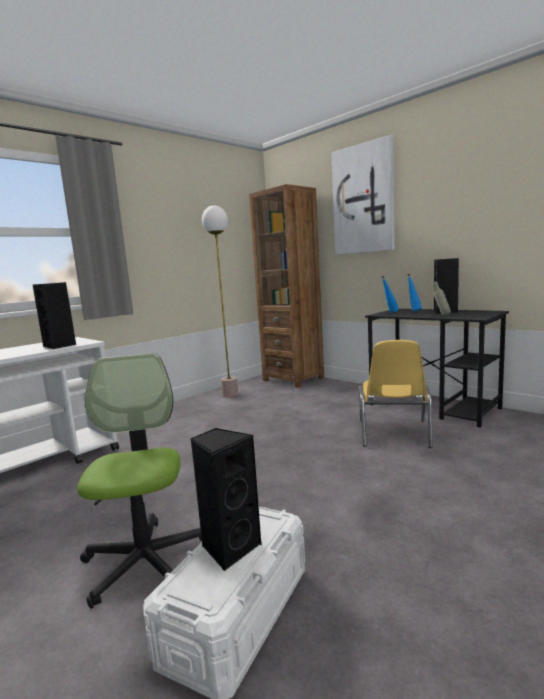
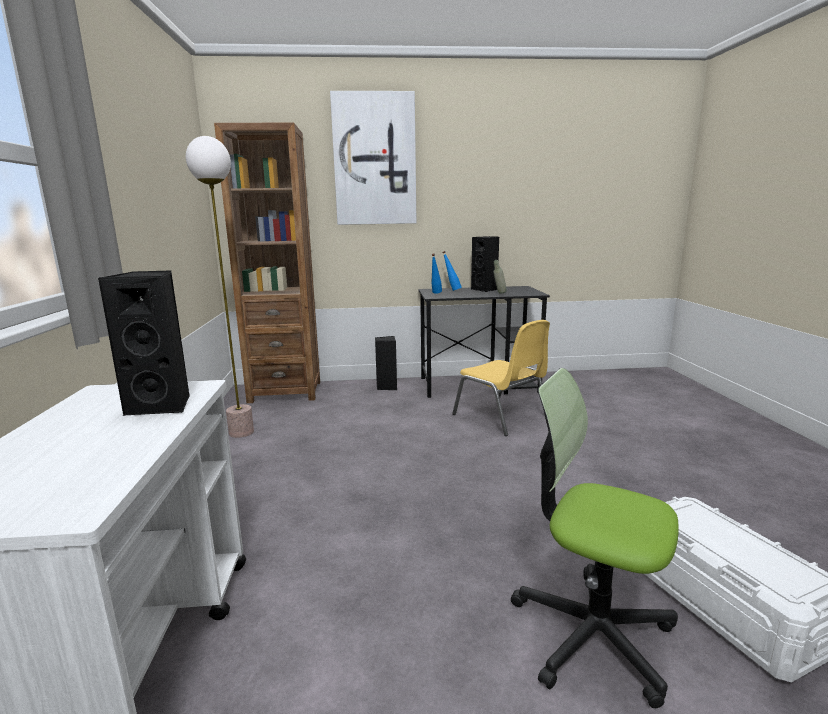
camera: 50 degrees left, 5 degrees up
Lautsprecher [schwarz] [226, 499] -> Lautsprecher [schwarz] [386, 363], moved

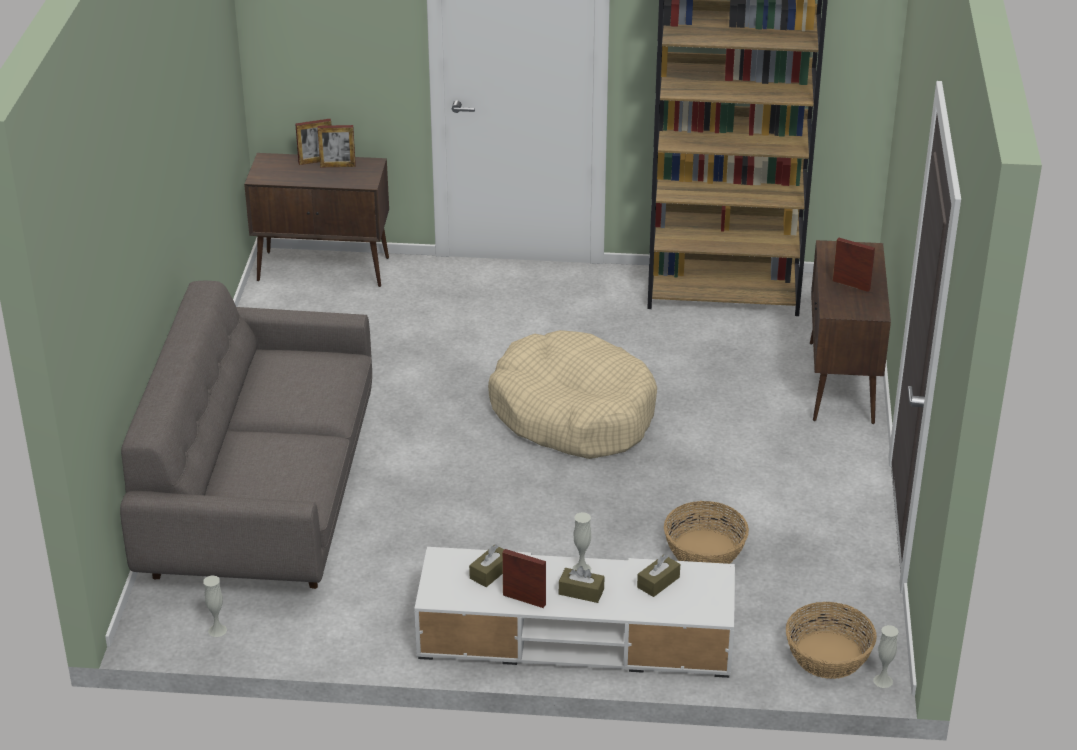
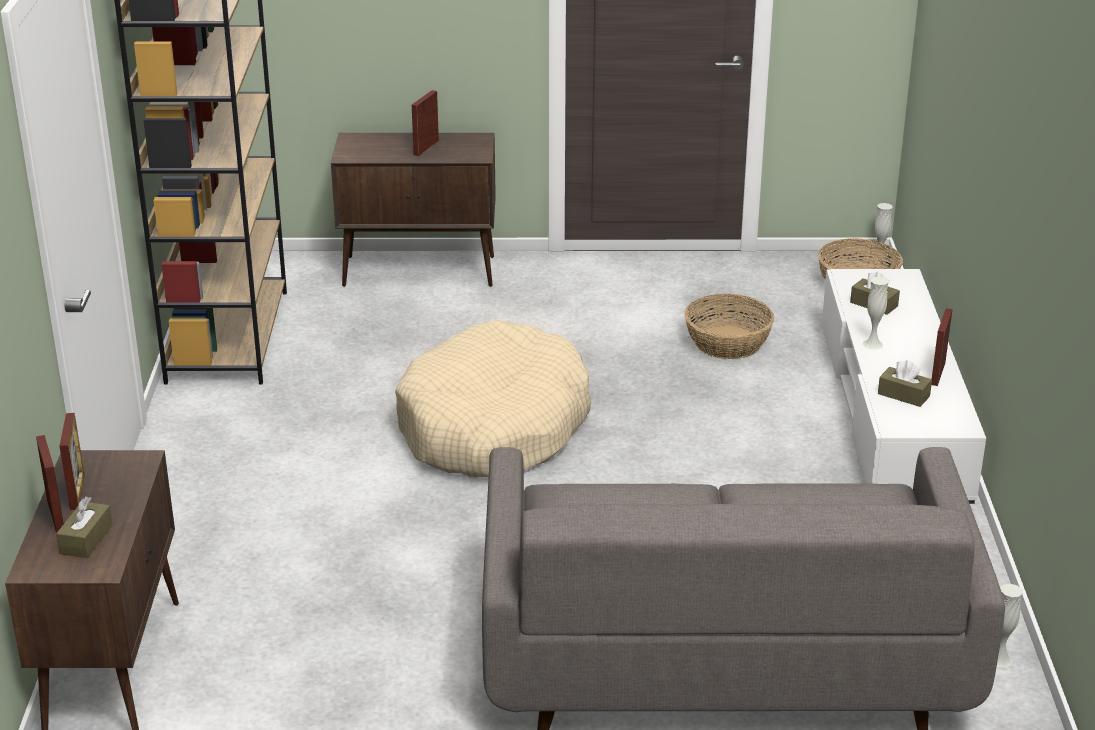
camera: 95 degrees left, 5 degrees down
Taschentuchbox [braun] [581, 584] -> Taschentuchbox [braun] [84, 527], moved

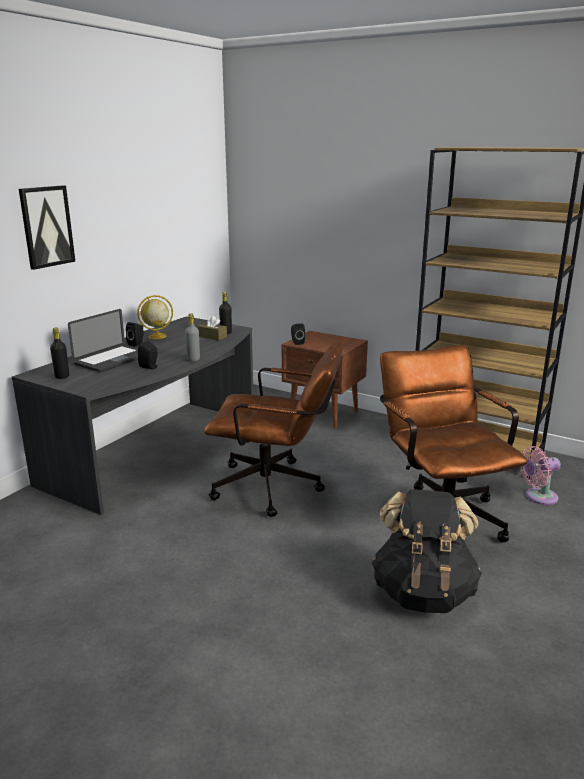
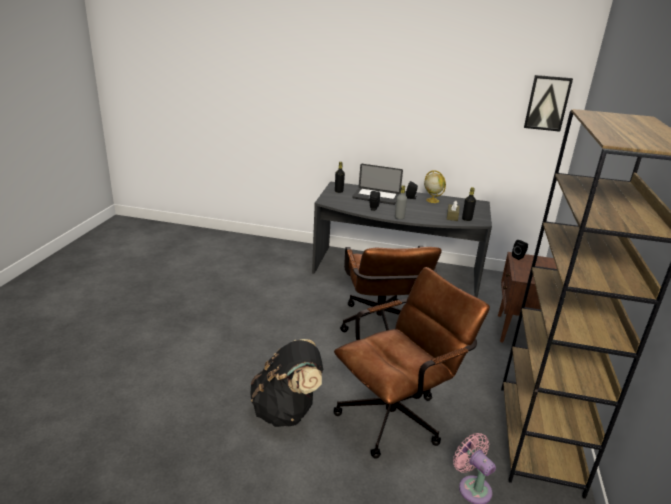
camera: 70 degrees right, 5 degrees up
Bild [47, 228] -> Bild [548, 103], moved

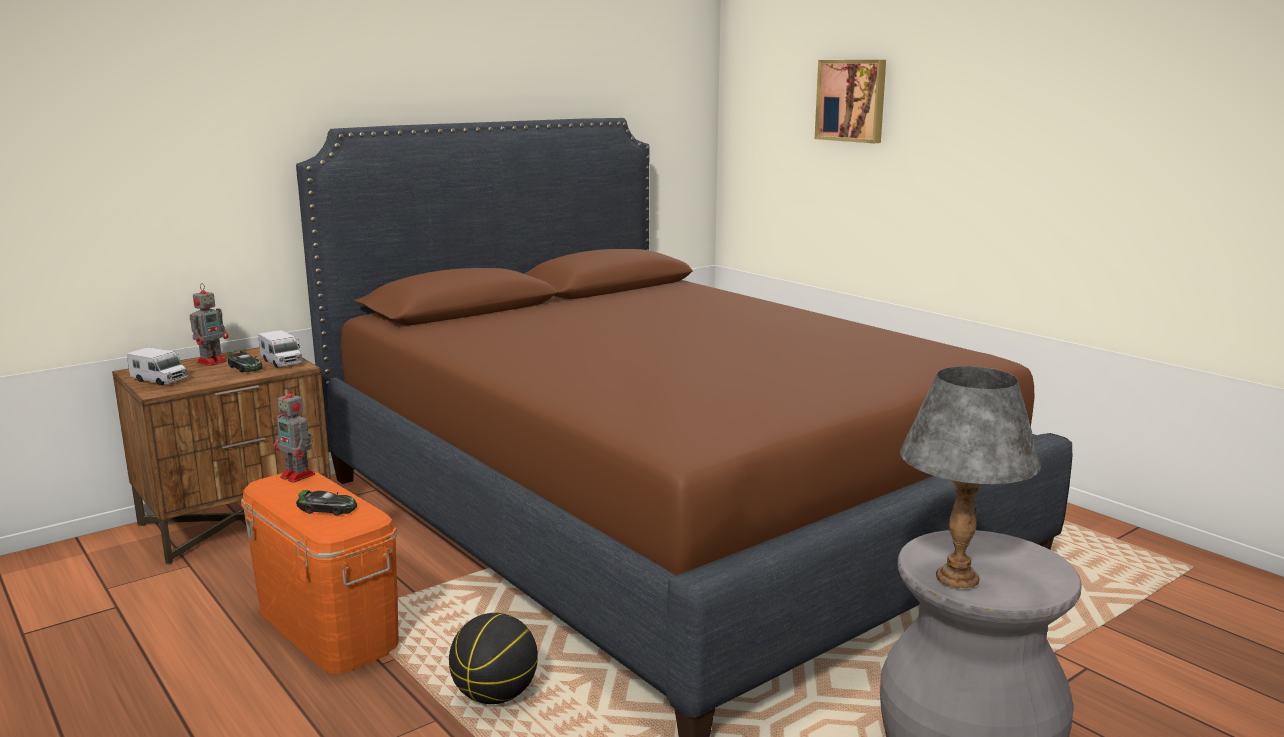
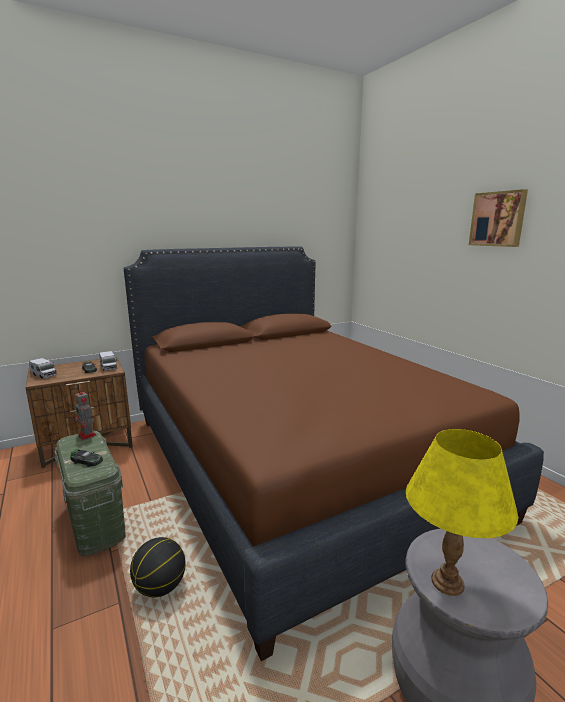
camera: 10 degrees right, 0 degrees up
Spielzeugroboter [209, 324] -> none
Bild [850, 101] -> Bild [498, 218], moved
Aufbewahrungsbox [orange] [320, 571] -> Aufbewahrungsbox [grün] [90, 493]
Tischlampe [grau] [970, 477] -> Tischlampe [gelb] [462, 512]

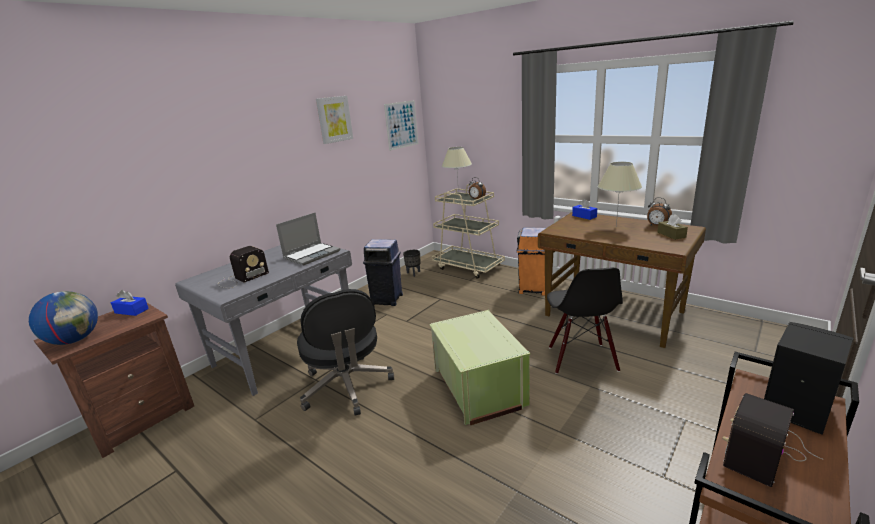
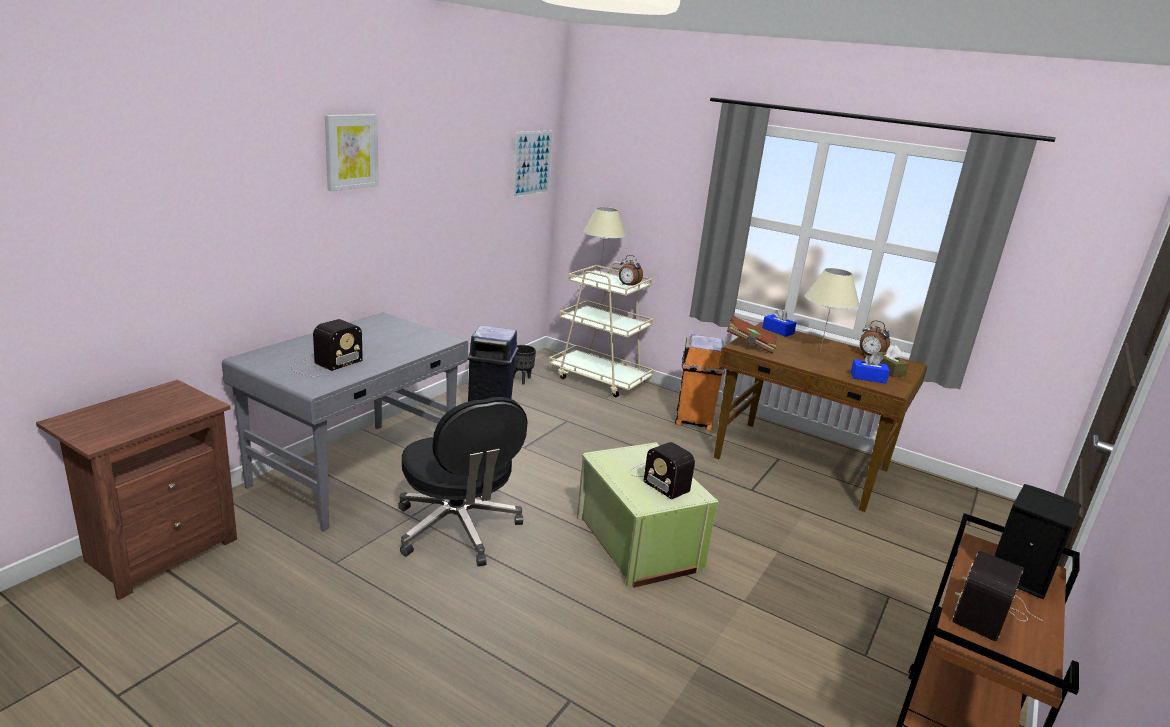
camera: 10 degrees left, 0 degrees up
Globus [63, 318] -> none
Laptop [308, 239] -> none
Stuhl [schwarz] [585, 321] -> none
none -> Radio [662, 471]
none -> Buch [braun] [752, 335]
Taschentuchbox [blau] [130, 303] -> Taschentuchbox [blau] [870, 368], moved
Bild [334, 120] -> Bild [352, 152], moved

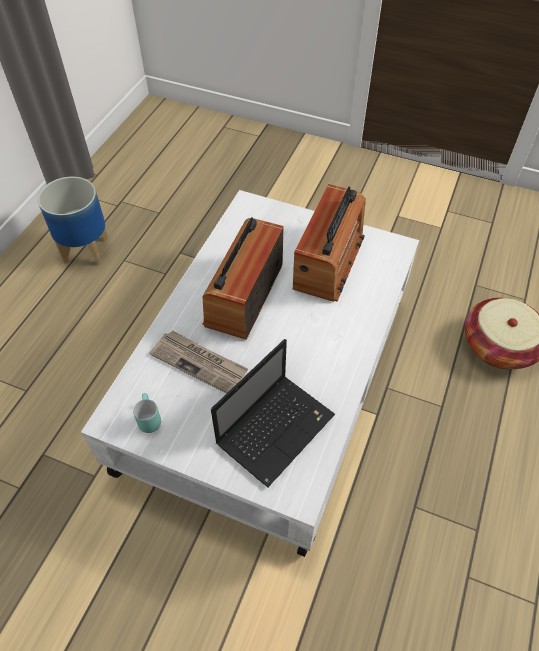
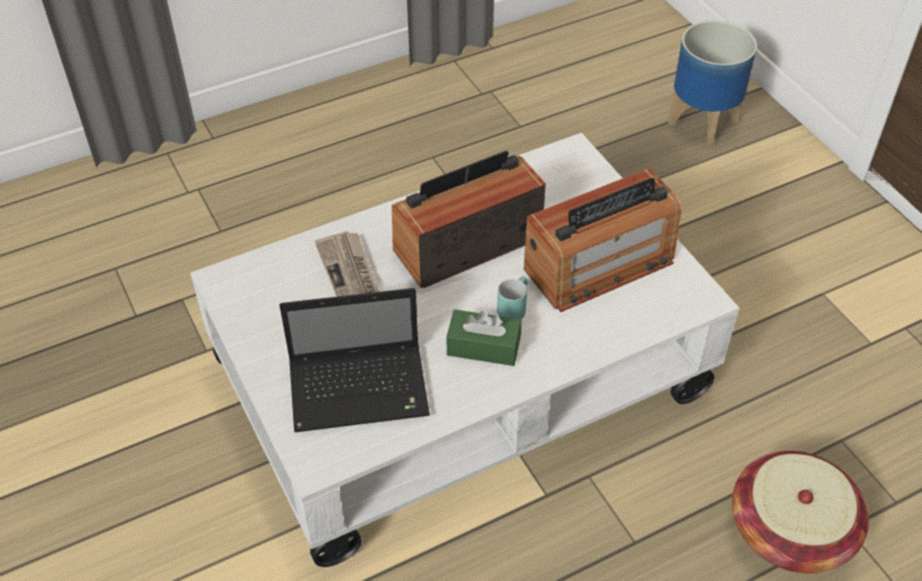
camera: 40 degrees right, 5 degrees down
none -> Taschentuchbox [grün] [484, 337]
Pflanzkübel [73, 221] -> Pflanzkübel [712, 82], moved
Henkelbecher [türkis] [147, 413] -> Henkelbecher [türkis] [512, 297], moved

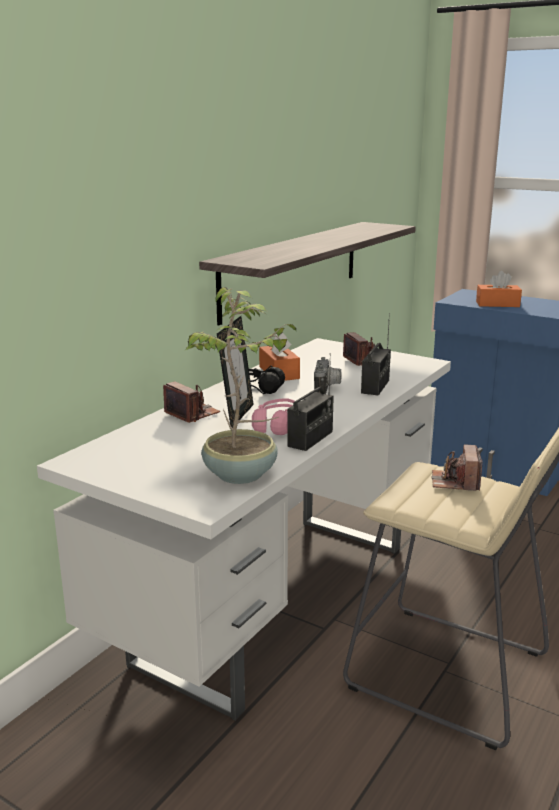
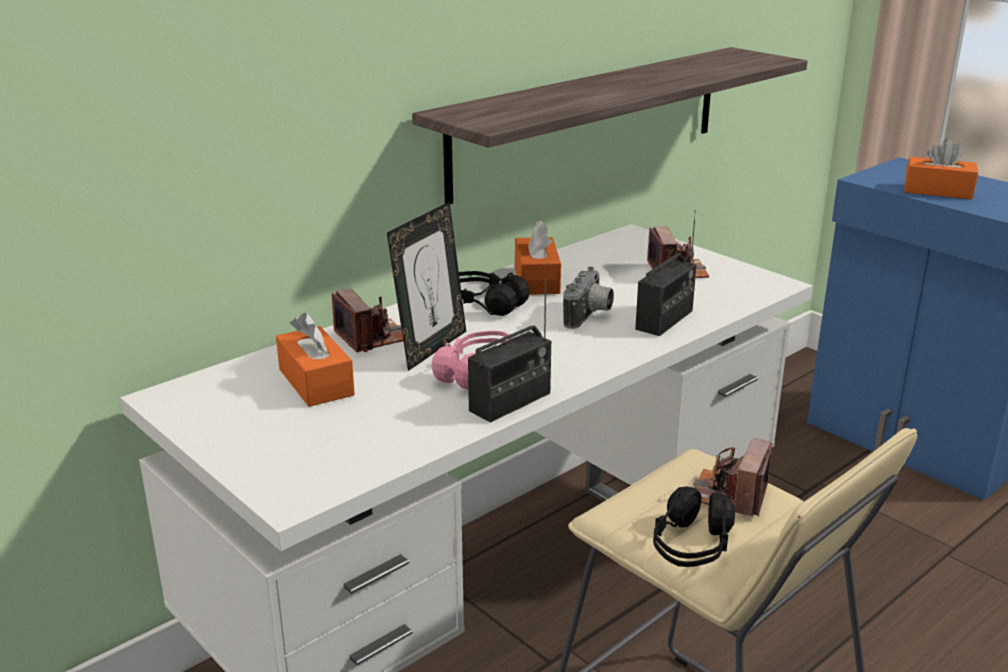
camera: 15 degrees right, 5 degrees up
Topfpflanze [241, 385] -> none
none -> Taschentuchbox [orange] [315, 360]
none -> Kopfhörer [schwarz] [694, 526]

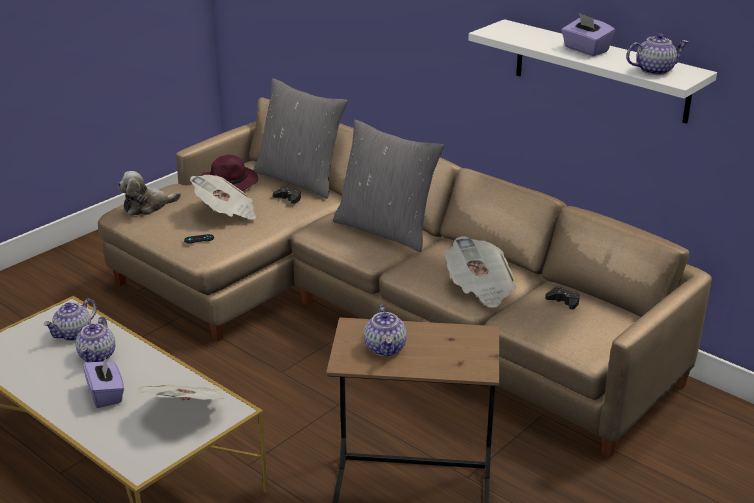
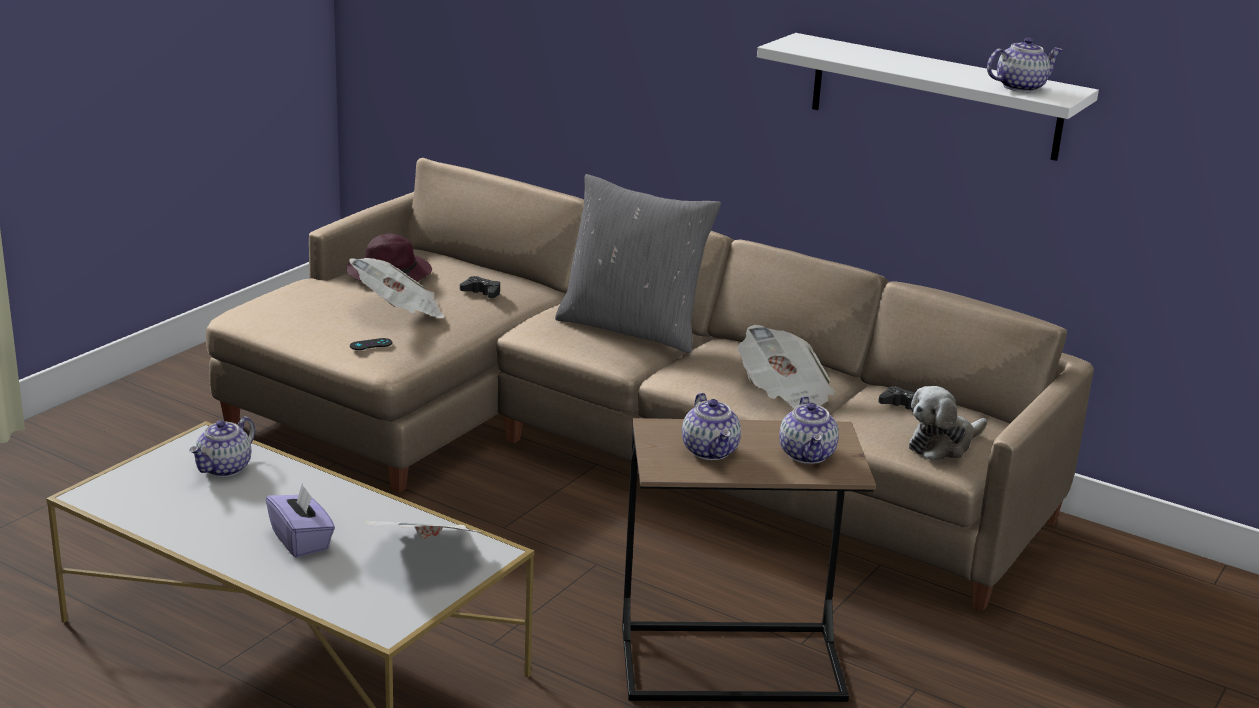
camera: 10 degrees left, 5 degrees down
Kissen [grau] [300, 138] -> none
Taschentuchbox [lila] [588, 34] -> none
Teekanne [95, 339] -> Teekanne [809, 430], moved
Plüschtier [149, 193] -> Plüschtier [948, 423], moved

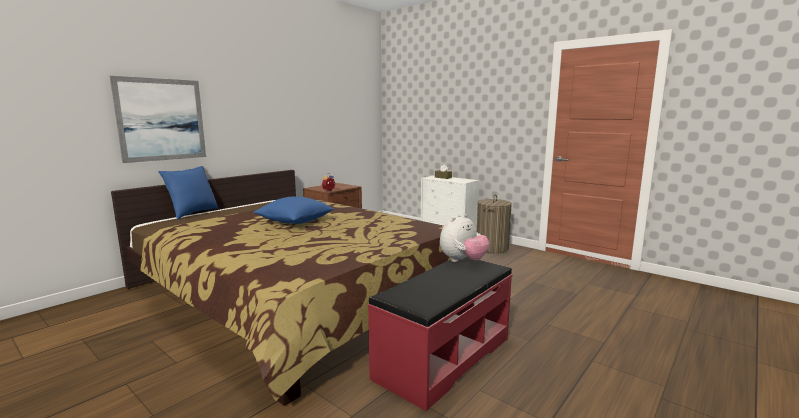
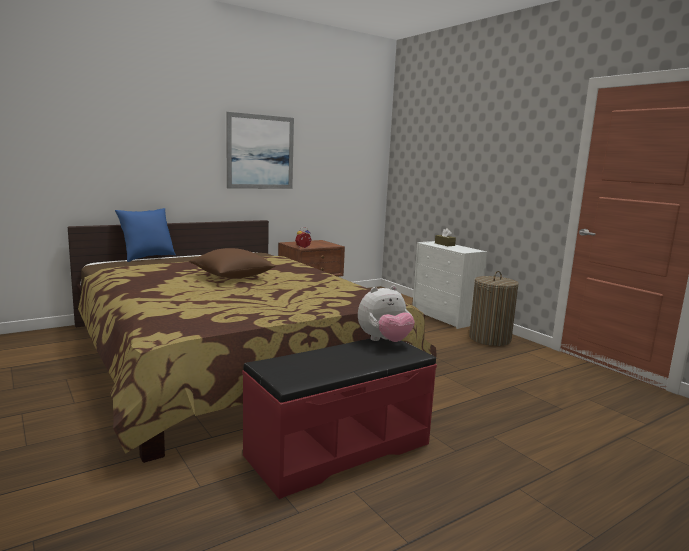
camera: 15 degrees right, 0 degrees up
Bild [158, 119] -> Bild [260, 150], moved
Kissen [blau] [293, 210] -> Kissen [braun] [232, 263]

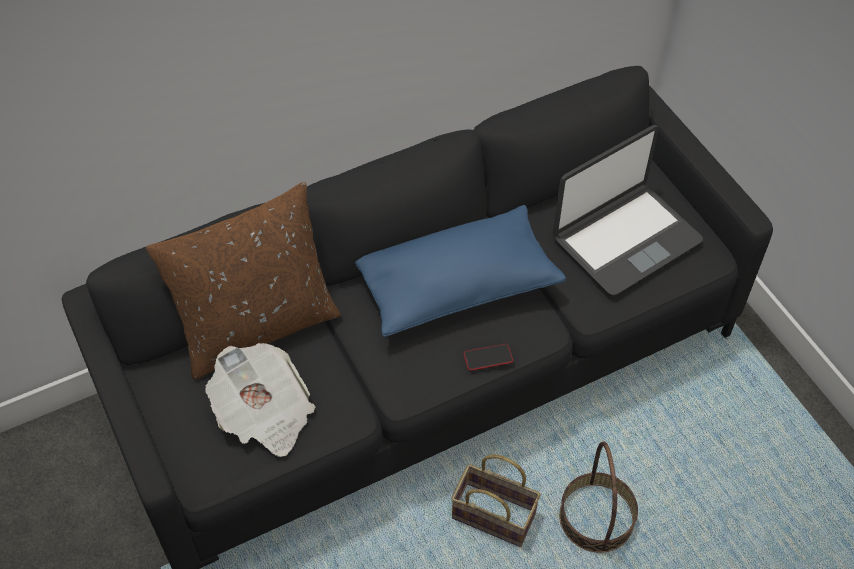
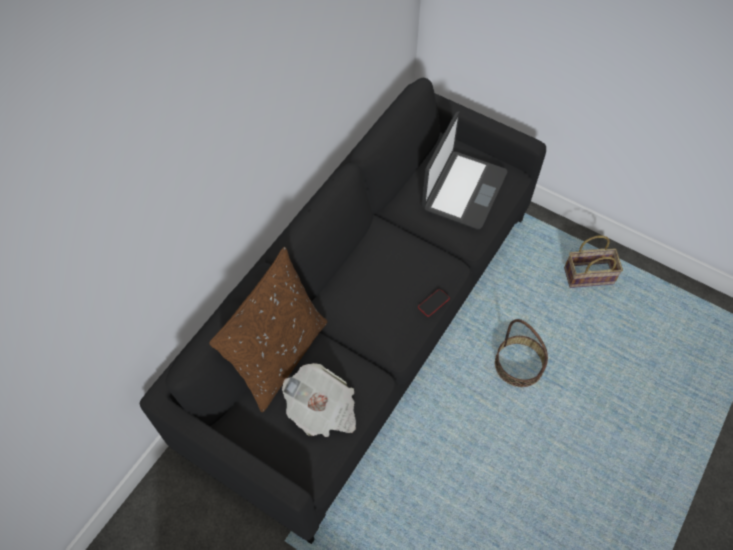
camera: 30 degrees left, 5 degrees up
Kissen [blau] [460, 271] -> none
Korb [496, 501] -> Korb [593, 262], moved

